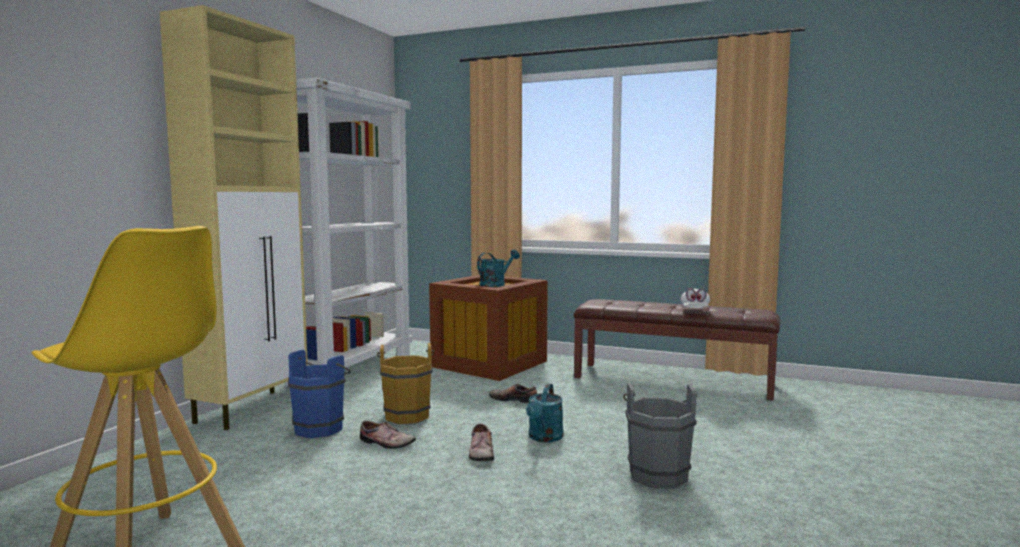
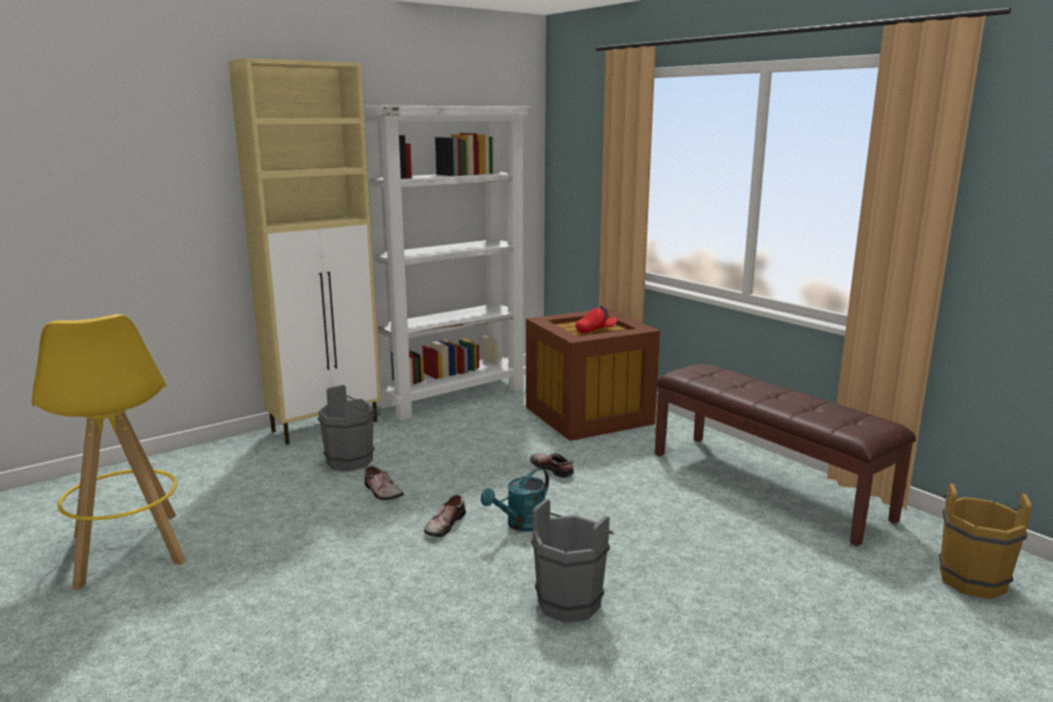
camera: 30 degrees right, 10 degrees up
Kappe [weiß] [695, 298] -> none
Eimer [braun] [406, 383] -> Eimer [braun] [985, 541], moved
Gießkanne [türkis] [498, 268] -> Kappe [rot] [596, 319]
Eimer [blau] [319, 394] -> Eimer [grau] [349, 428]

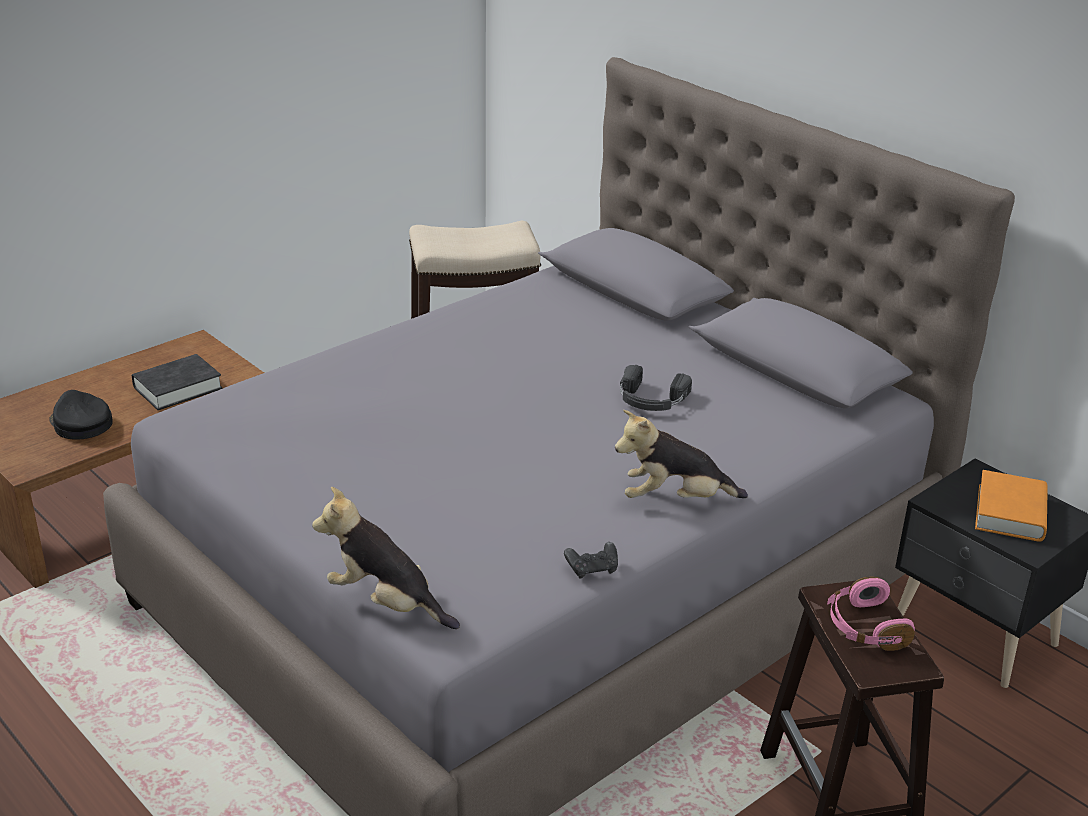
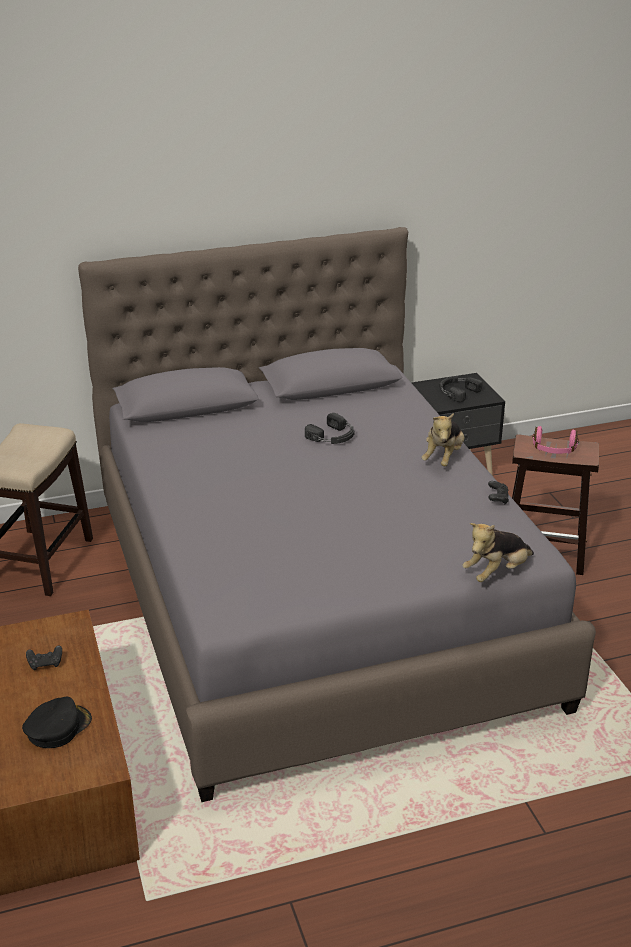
camera: 65 degrees left, 0 degrees up
Buch [schwarz] [177, 382] -> Gamepad [schwarz] [44, 657]
Buch [orange] [1011, 506] -> Kopfhörer [schwarz] [460, 389]
Kappe [schwarz] [81, 415] -> Kappe [schwarz] [57, 722], 150 degrees clockwise

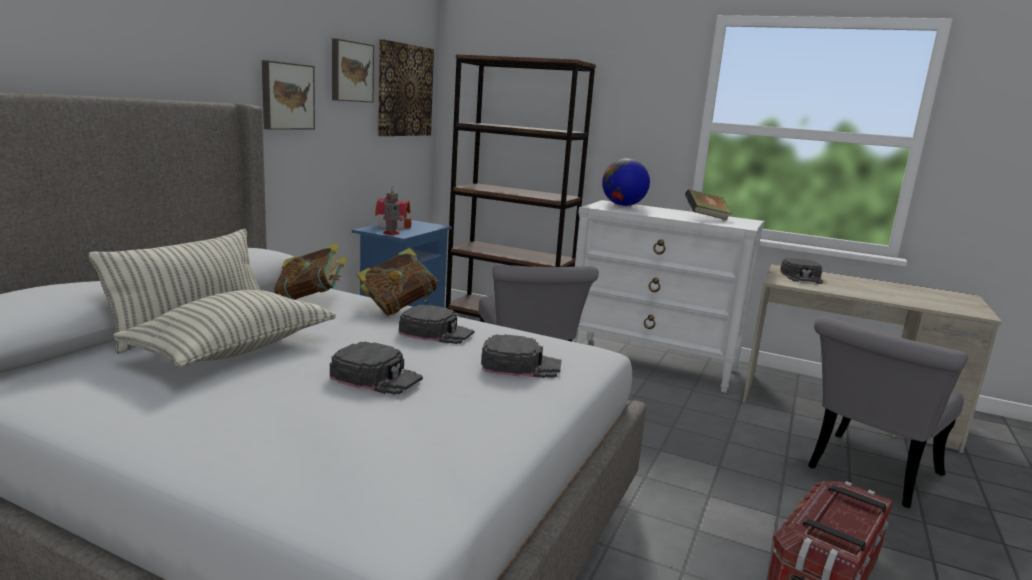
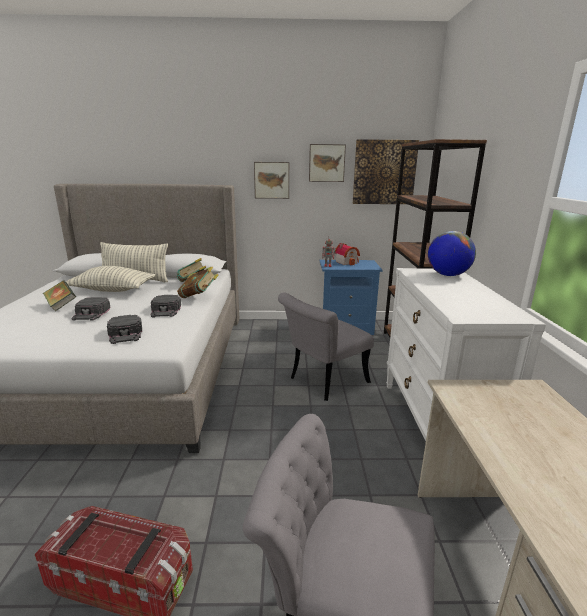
camera: 65 degrees right, 5 degrees up
Kappe [schwarz] [801, 271] -> none
Buch [708, 204] -> Buch [59, 295], moved

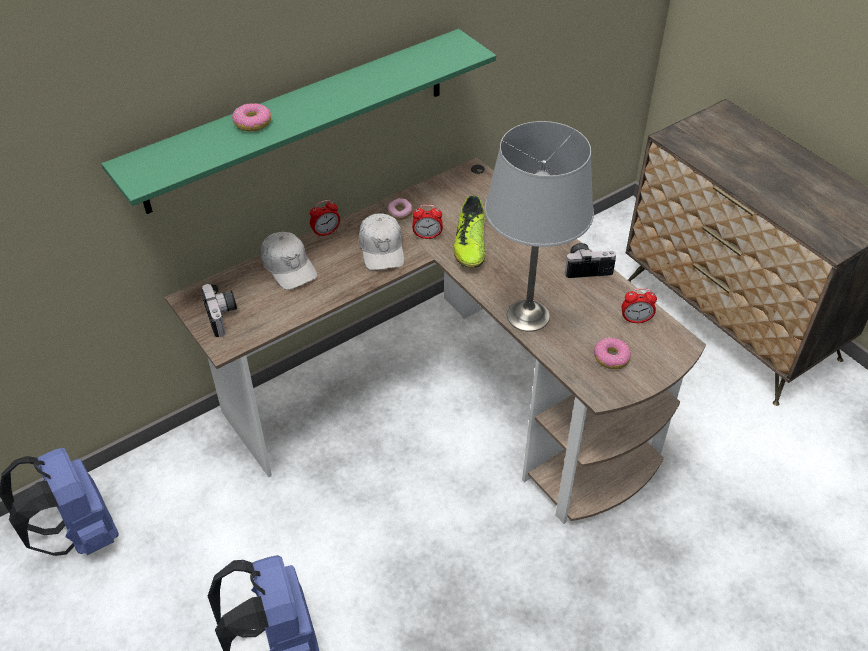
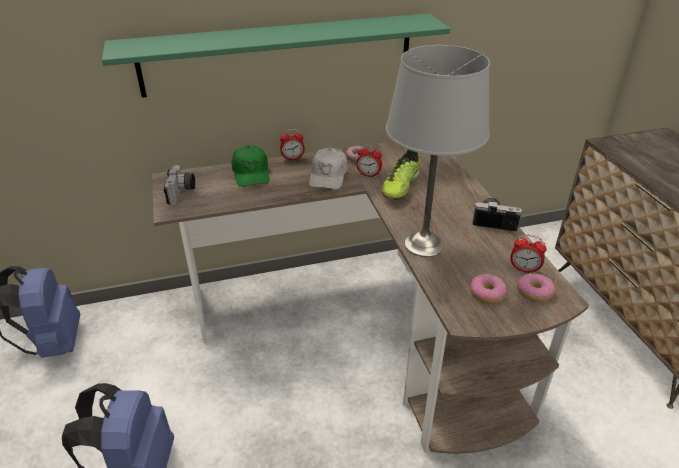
camera: 20 degrees right, 10 degrees down
Donut [251, 117] -> Donut [536, 287], moved
Kappe [weiß] [289, 261] -> Kappe [grün] [250, 166]

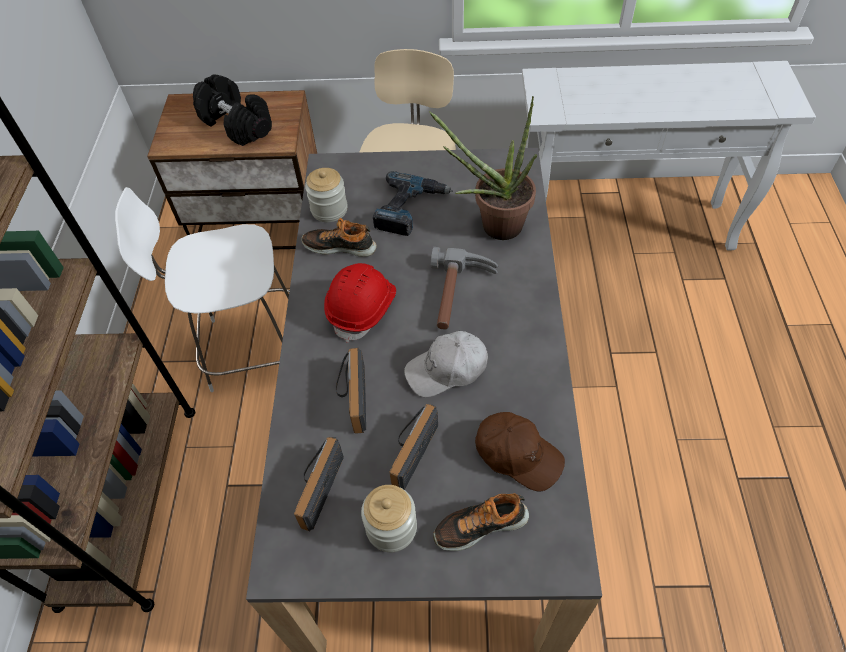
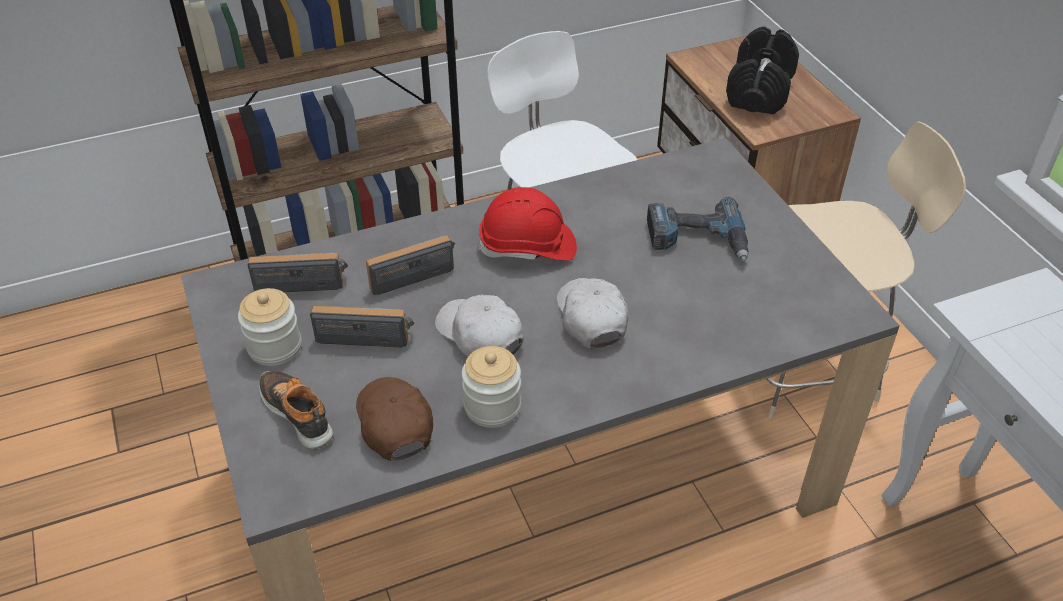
camera: 65 degrees right, 10 degrees down
Schuh [339, 237] -> none
Topfpflanze [483, 168] -> none
Vorratsglas [326, 195] -> Vorratsglas [491, 387], moved
Hammer [464, 288] -> Kappe [weiß] [593, 313]
Kappe [braun] [520, 452] -> Kappe [braun] [394, 419], 150 degrees clockwise

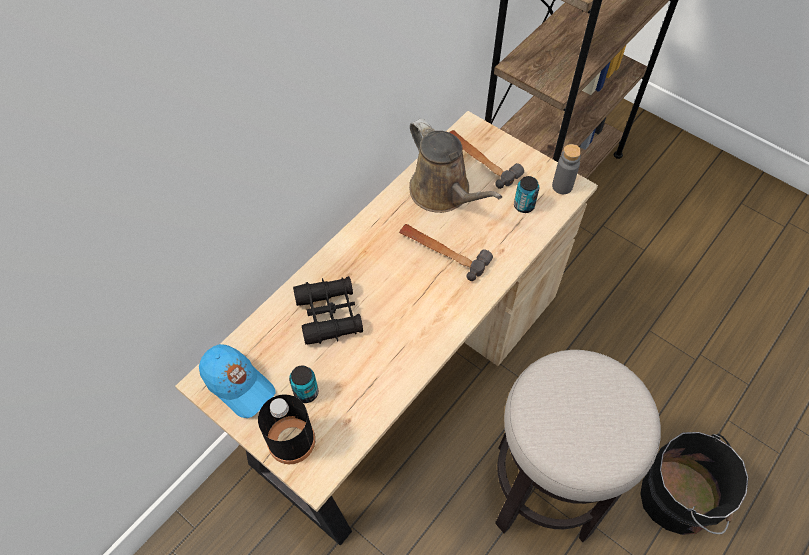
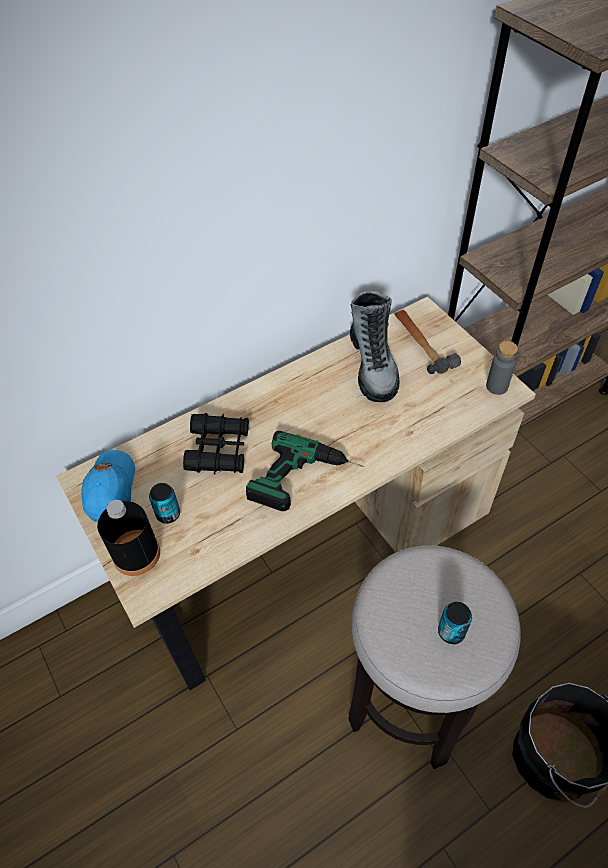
camera: 20 degrees right, 5 degrees down
Hammer [446, 252] -> none
none -> Bohrmaschine [305, 471]
Dose [526, 194] -> Dose [455, 623], moved
Gießkanne [braun] [455, 165] -> Stiefel [375, 346]
Kappe [blau] [237, 381] -> Kappe [blau] [108, 486], 150 degrees counterclockwise

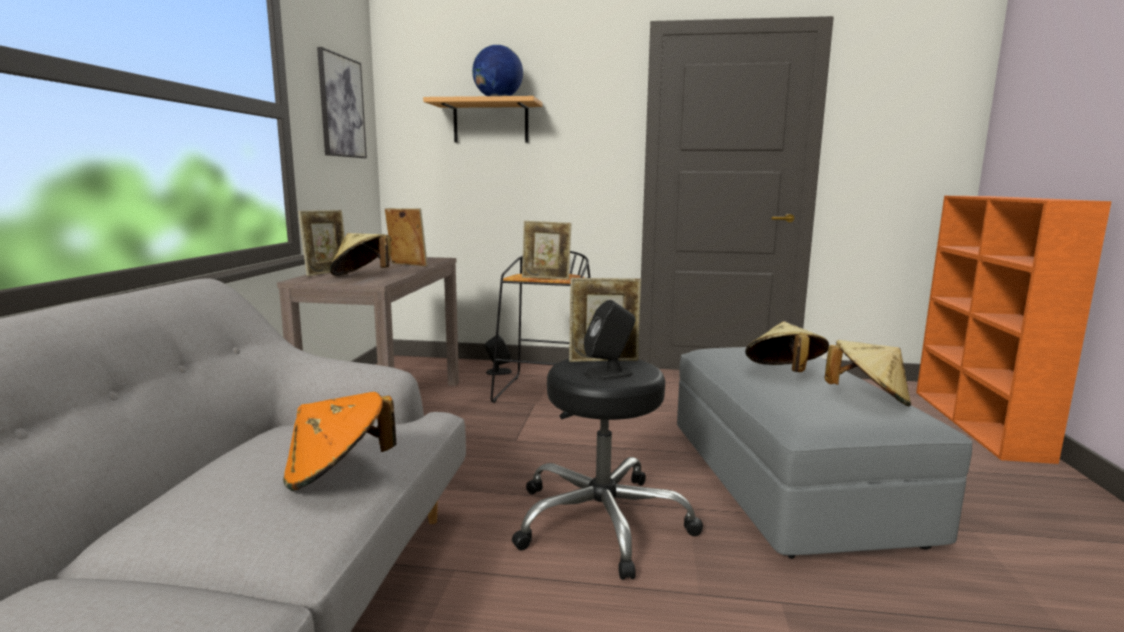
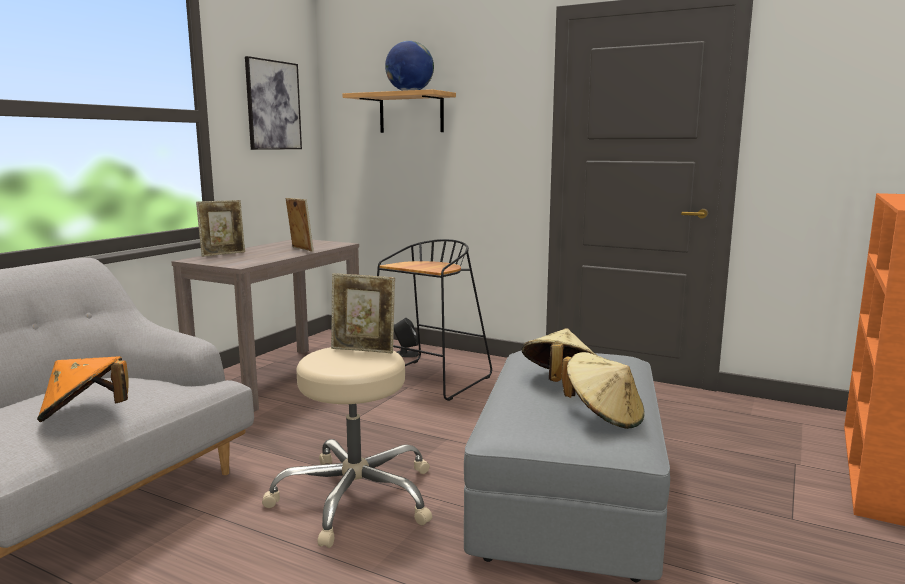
camera: 20 degrees right, 0 degrees up
Hut [beige] [361, 254] -> none
Bilderrahmen [546, 250] -> none
Lautsprecher [schwarz] [609, 340] -> none
Hocker [schwarz] [607, 469] -> Hocker [beige] [347, 447]

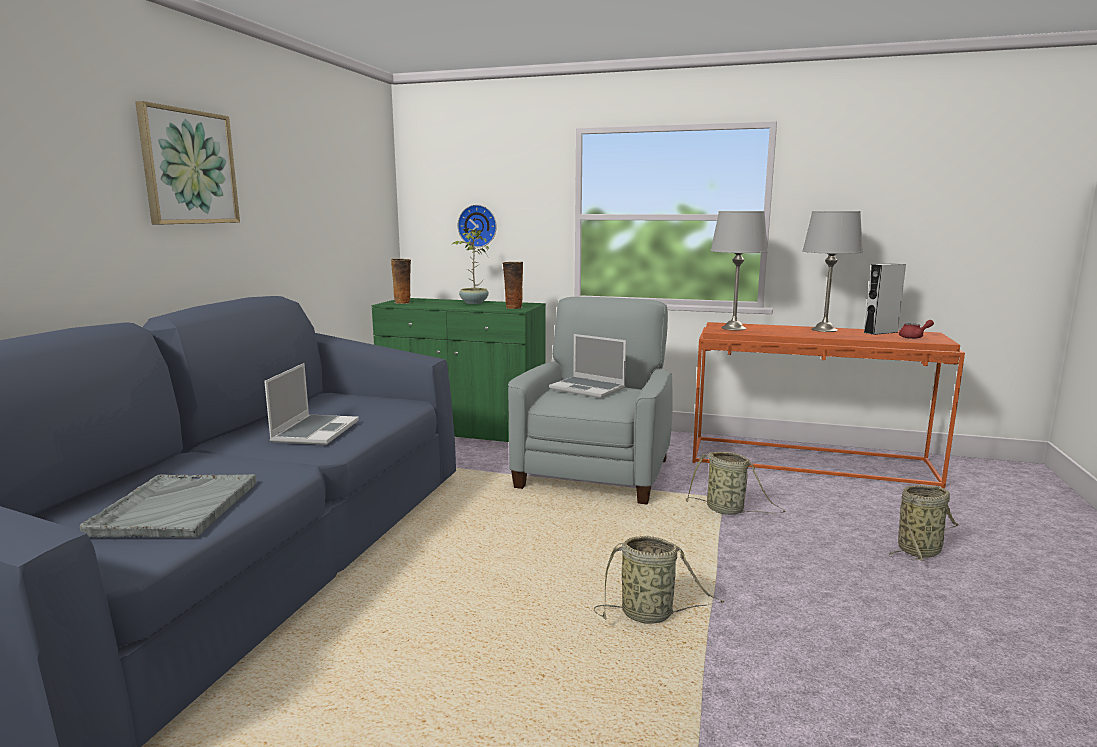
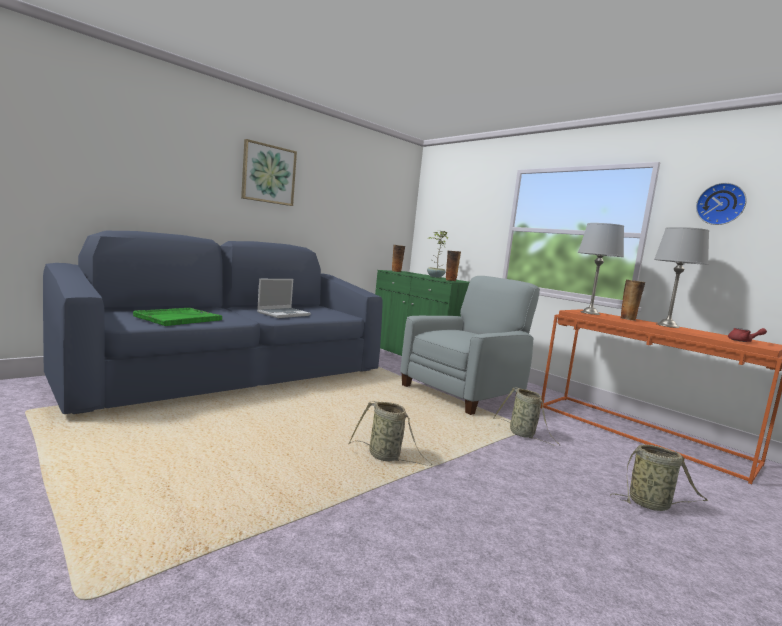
camera: 30 degrees right, 5 degrees down
Laptop [587, 366] -> none
Lautsprecher [grau] [884, 299] -> none
none -> Vase [633, 300]
Wanduhr [477, 226] -> Wanduhr [721, 204], moved
Tablett [grau] [168, 506] -> Tablett [grün] [177, 317]

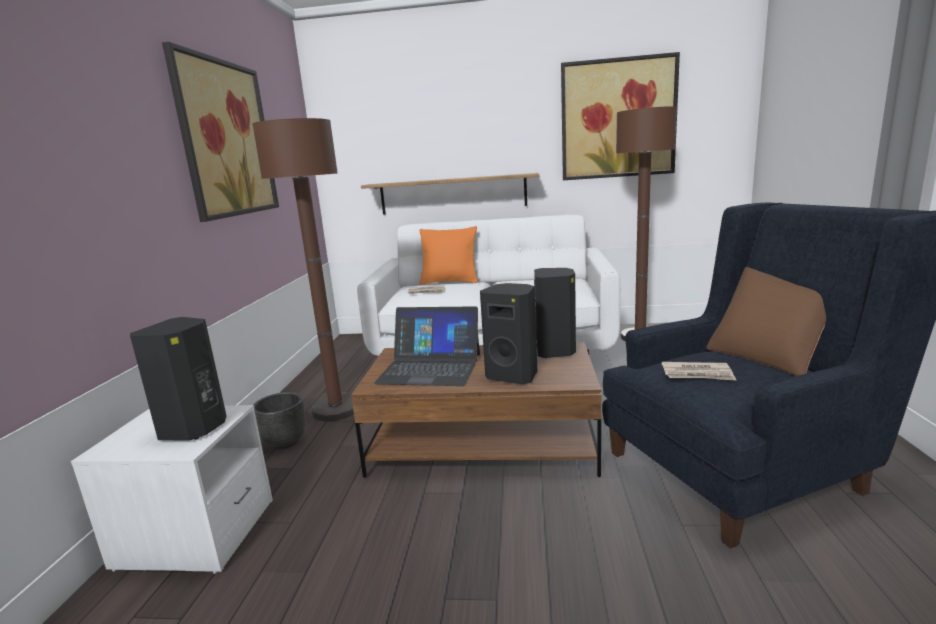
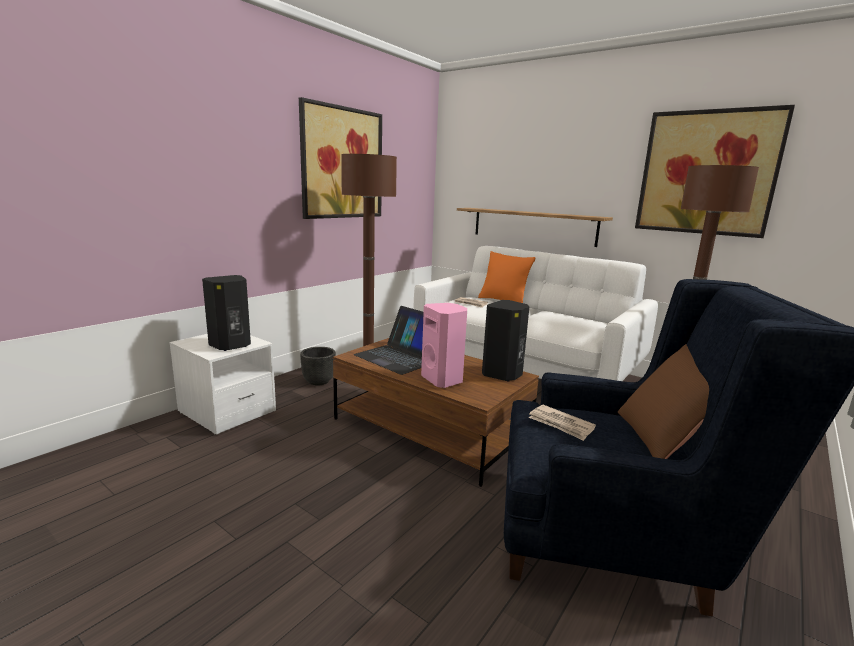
camera: 30 degrees right, 0 degrees up
Lautsprecher [schwarz] [508, 334] -> Lautsprecher [rosa] [444, 345]

